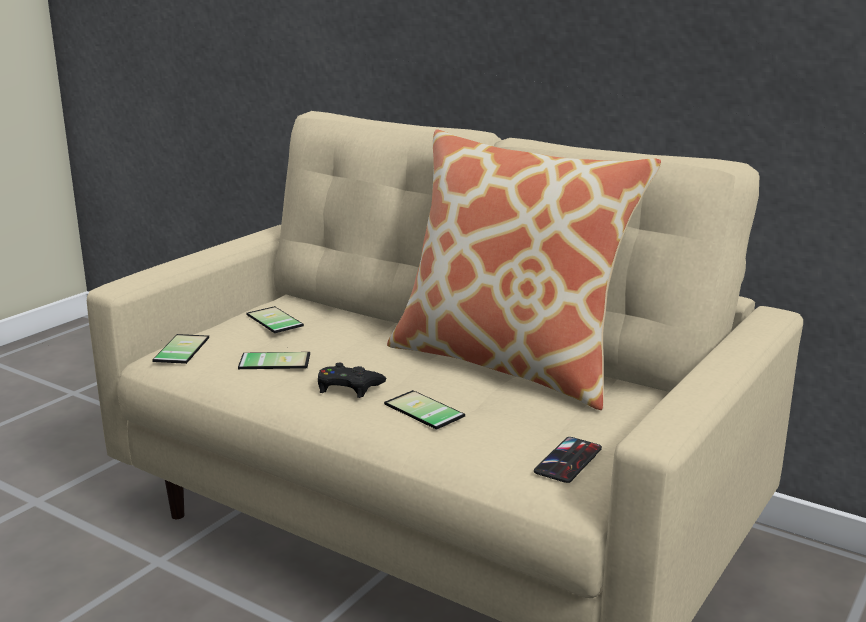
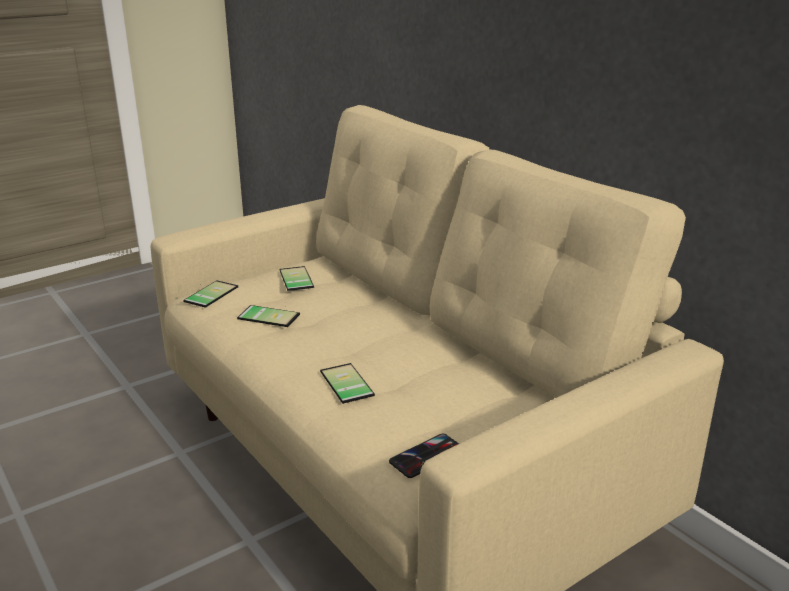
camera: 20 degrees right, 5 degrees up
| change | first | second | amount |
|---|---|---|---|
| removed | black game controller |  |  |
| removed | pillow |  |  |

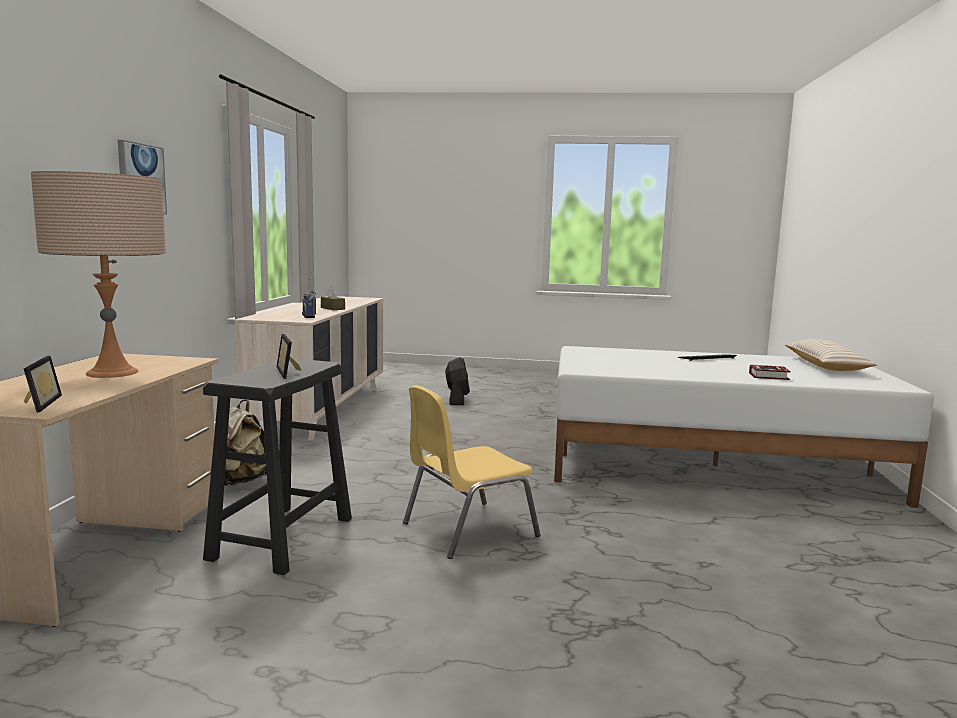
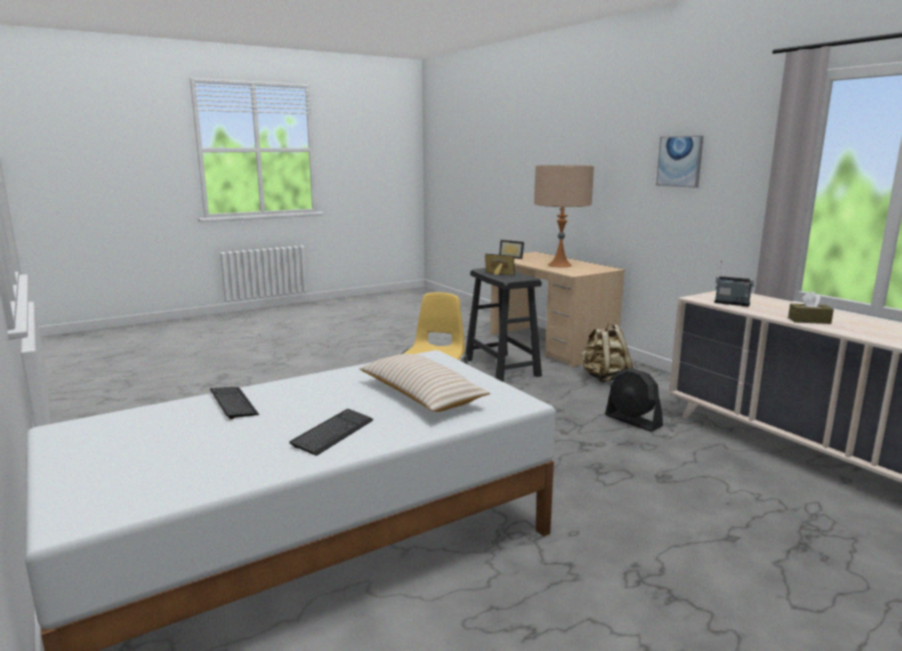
camera: 140 degrees right, 5 degrees up
| change | first | second | amount |
|---|---|---|---|
| moved | black fan |  |  |
| replaced | book | keyboard (1st from left) |  |
| moved | beige pillow |  |  |

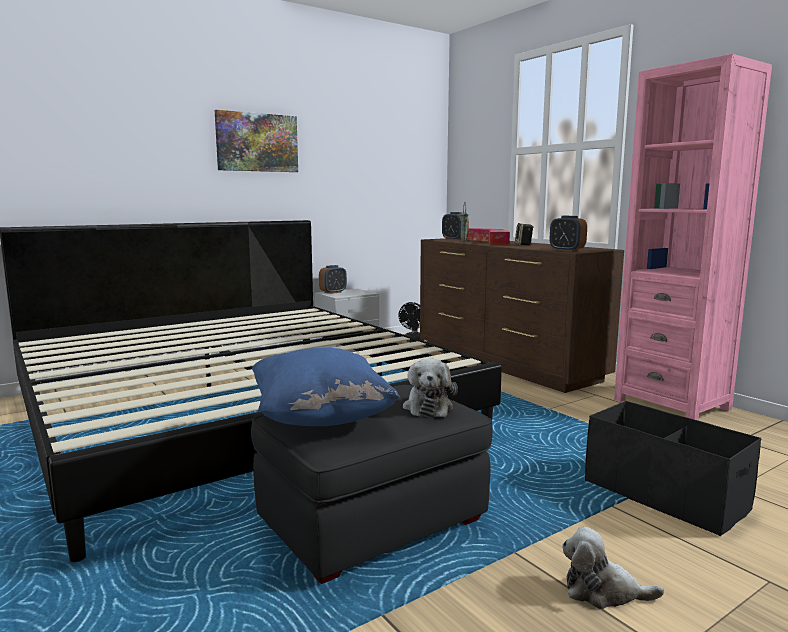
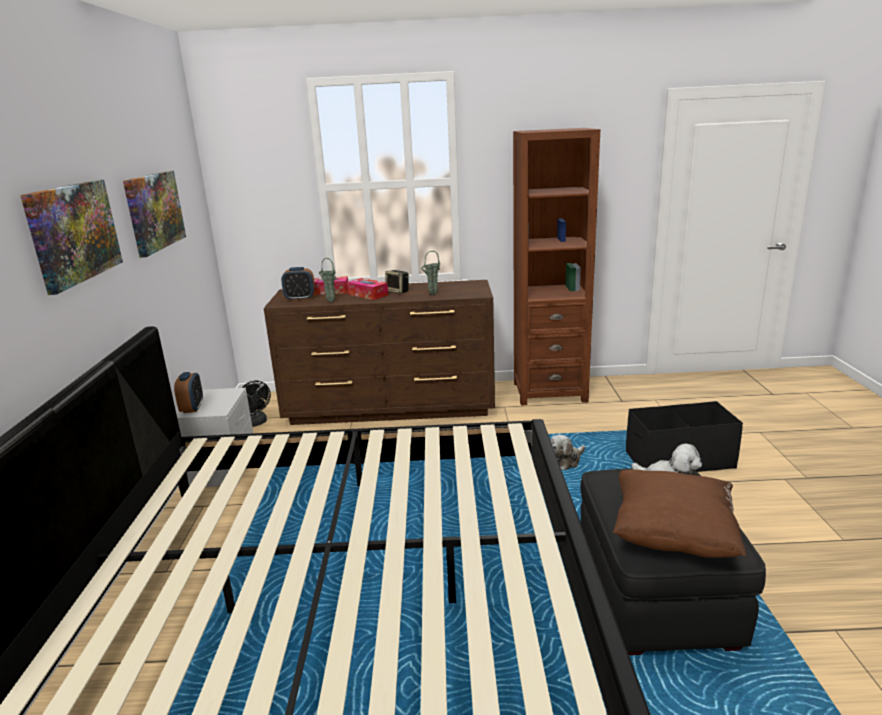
camera: 55 degrees left, 10 degrees up
| change | first | second | amount |
|---|---|---|---|
| recoloured | blue pillow | brown pillow |  |
| removed | alarm clock (3rd from left) |  |  |
| moved | plush toy (2nd from left in the first image) | plush toy (1st from left) |  |
| recoloured | pink bookcase | brown bookcase |  |
| added |  | picture (2nd from left) |  |
| added |  | green vase (2nd from left) |  |

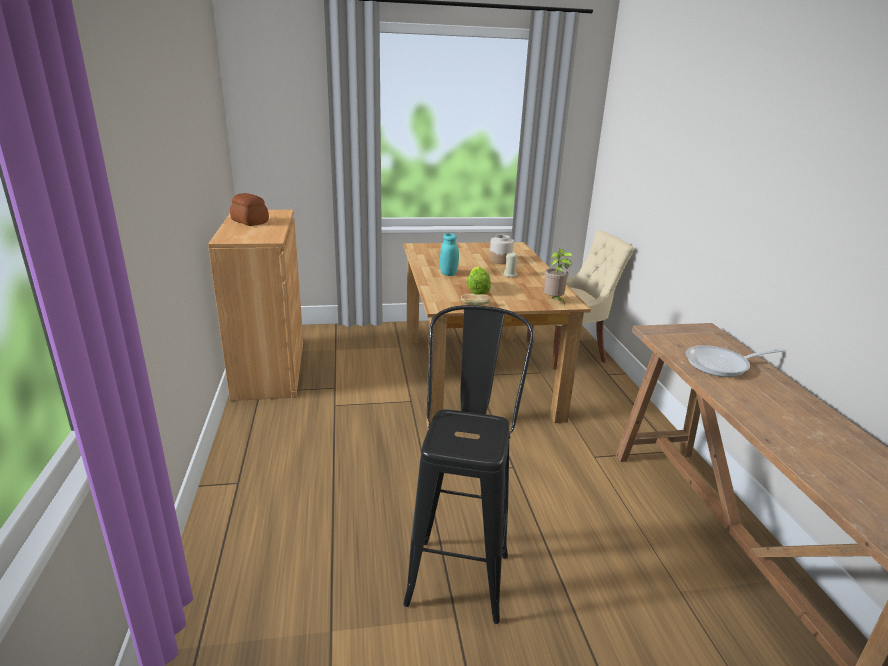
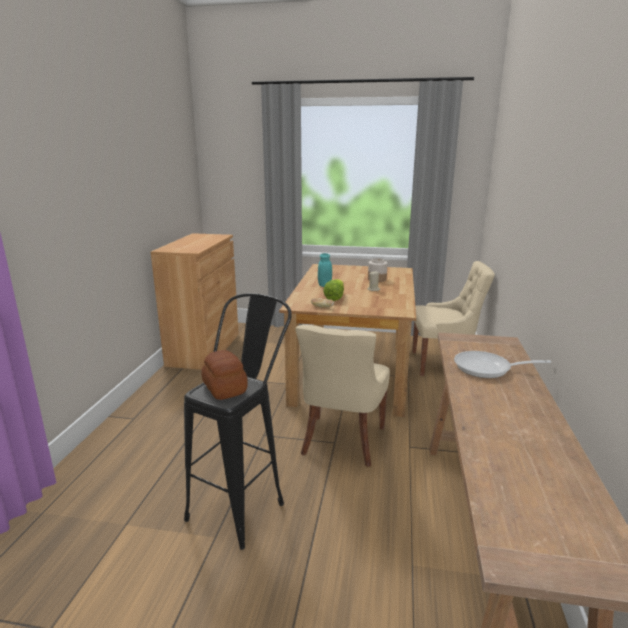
camera: 20 degrees right, 5 degrees down
| change | first | second | amount |
|---|---|---|---|
| moved | bread (1st from left) |  |  |
| removed | potted plant |  |  |
| added |  | beige chair (1st from left) |  |

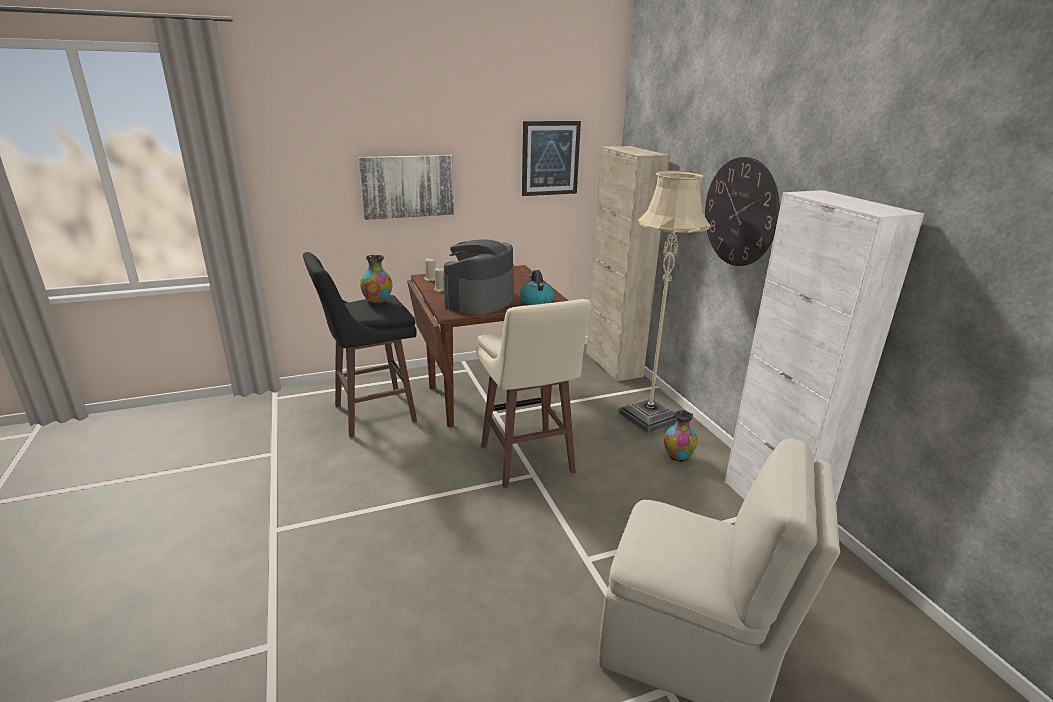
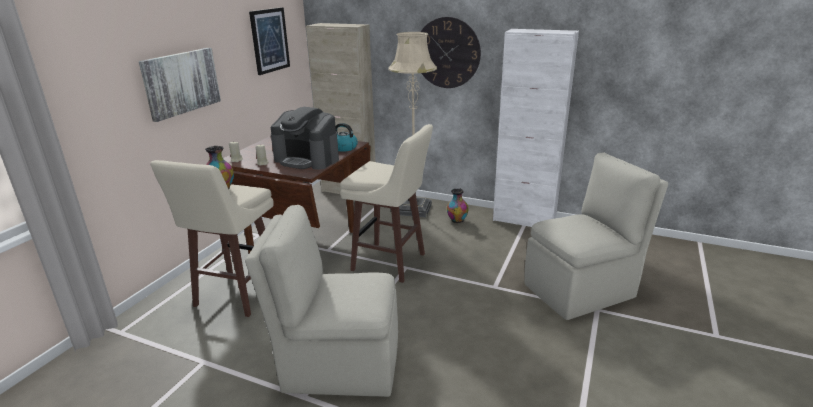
camera: 45 degrees left, 0 degrees up
| change | first | second | amount |
|---|---|---|---|
| recoloured | black stool | beige stool (1st from left) |  |
| turned | coffee machine |  | 45 degrees counterclockwise |
| added |  | beige chair (1st from left) |  |

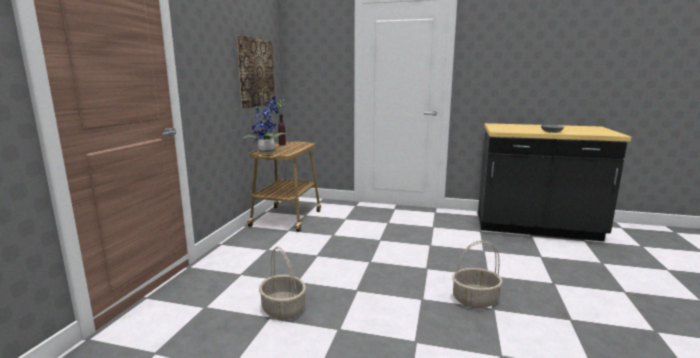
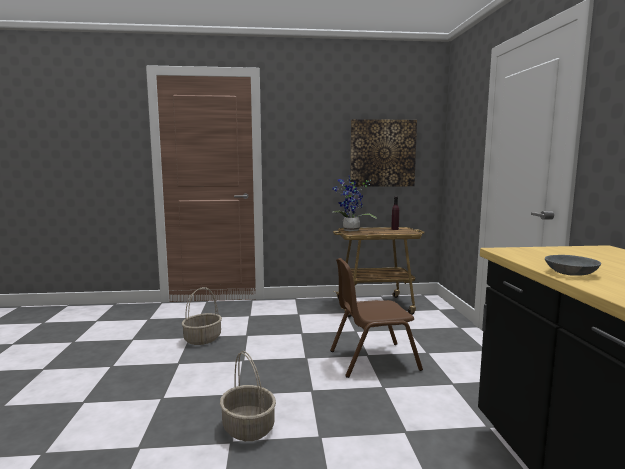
camera: 70 degrees right, 5 degrees down
| change | first | second | amount |
|---|---|---|---|
| added |  | brown chair |  |

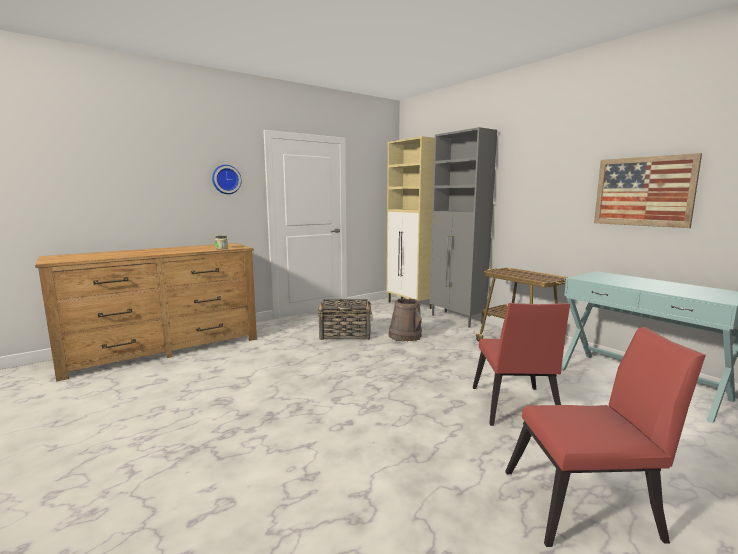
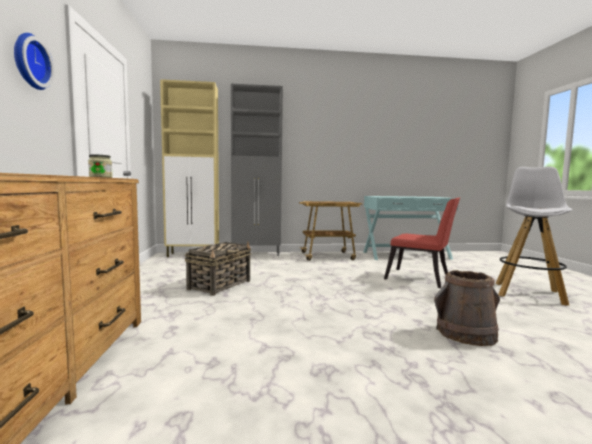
camera: 60 degrees left, 5 degrees down
| change | first | second | amount |
|---|---|---|---|
| moved | brown bucket |  |  |
| replaced | red chair (2nd from left) | white stool |  |
| removed | picture |  |  |

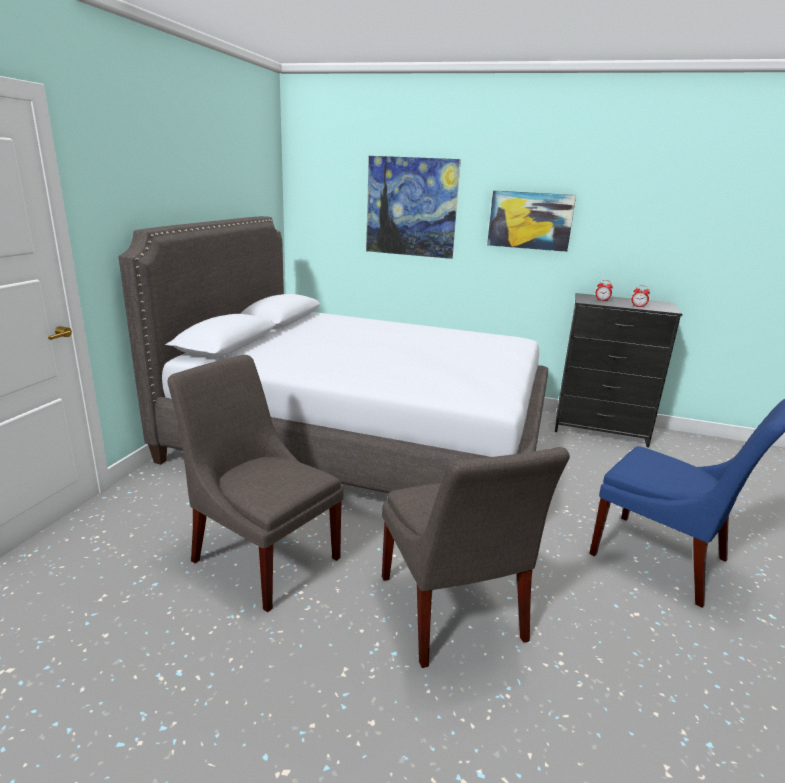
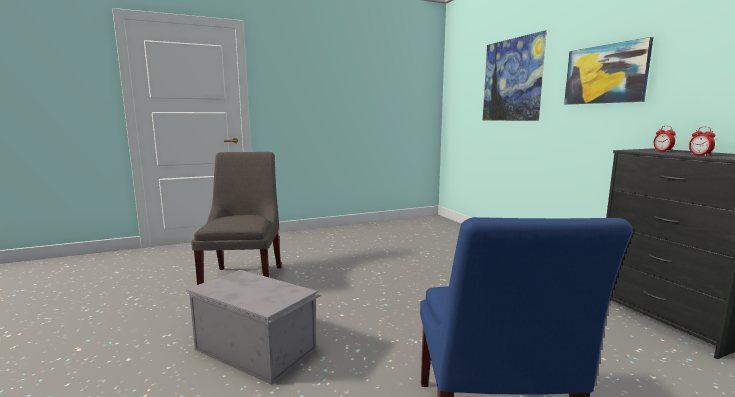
camera: 50 degrees right, 10 degrees down
| change | first | second | amount |
|---|---|---|---|
| removed | grey bed |  |  |
| replaced | grey chair (2nd from left) | grey storage box |  |

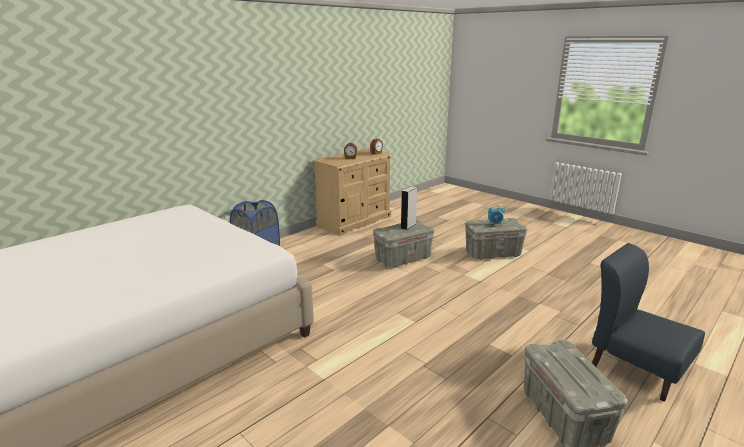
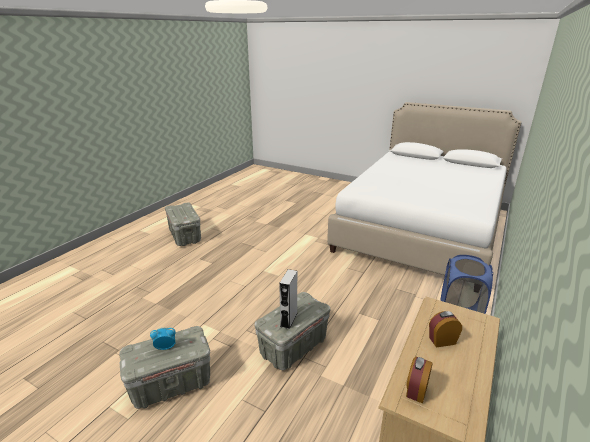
camera: 165 degrees right, 5 degrees up
| change | first | second | amount |
|---|---|---|---|
| removed | blue chair |  |  |

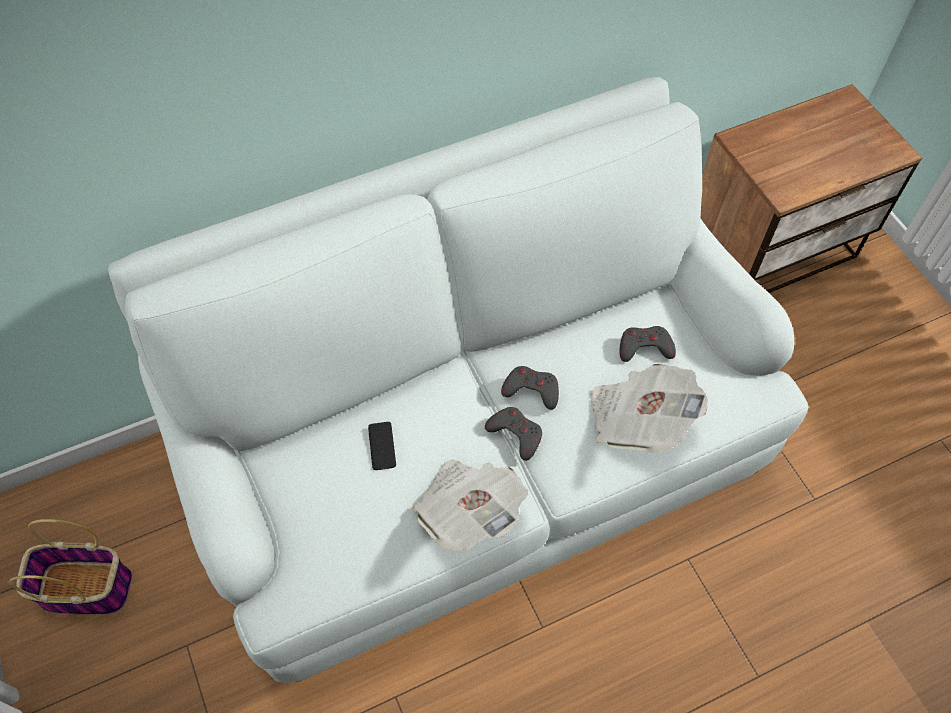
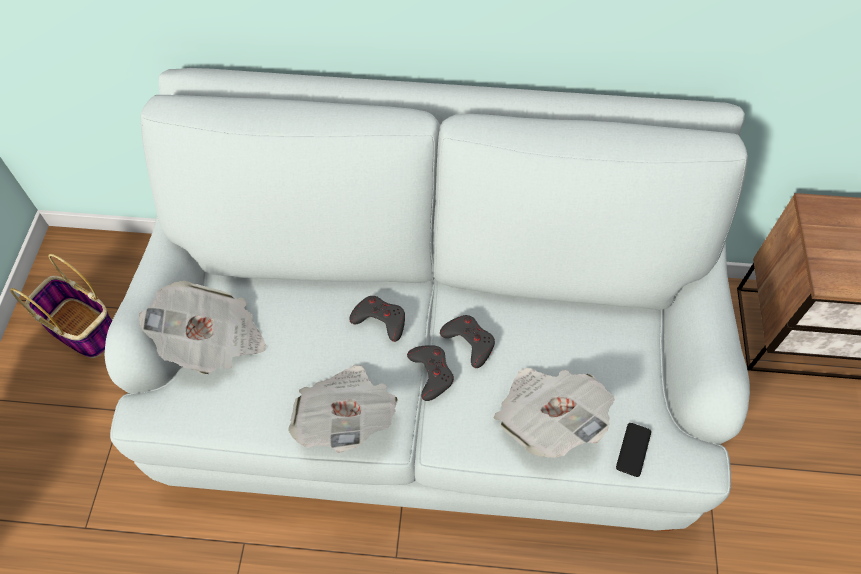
camera: 30 degrees right, 0 degrees up
| change | first | second | amount |
|---|---|---|---|
| moved | phone |  |  |
| moved | grey game controller (3rd from left in the first image) | grey game controller (1st from left) |  |
| added |  | newspaper (1st from left) |  |

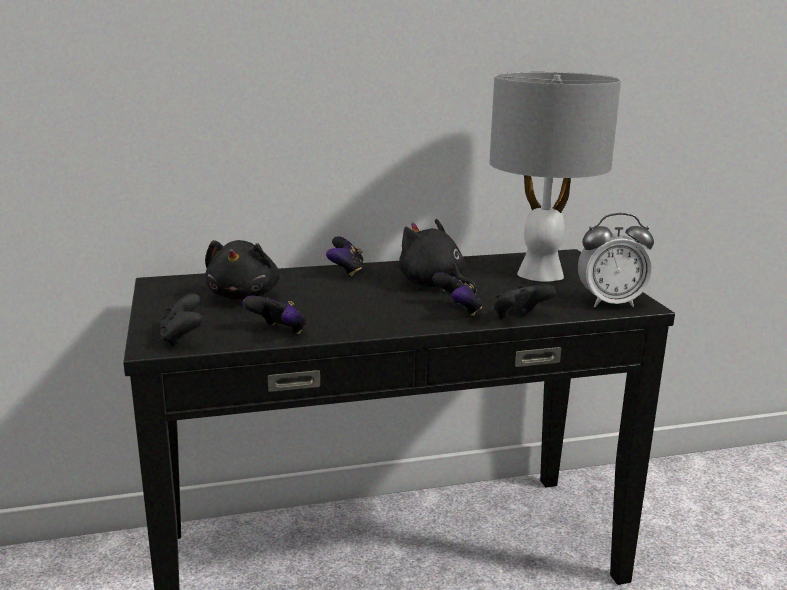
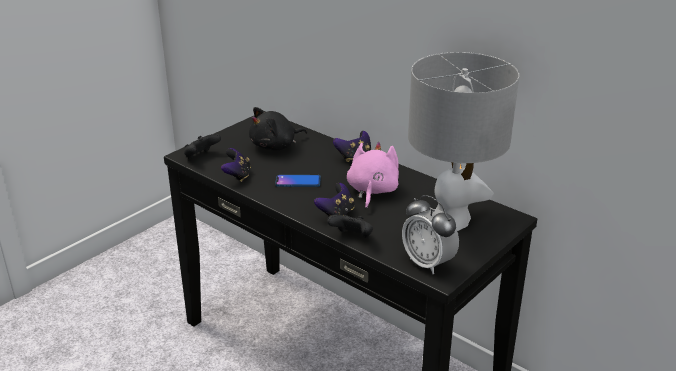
camera: 55 degrees right, 10 degrees up
| change | first | second | amount |
|---|---|---|---|
| recoloured | black plush toy (2nd from left) | pink plush toy |  |
| added |  | phone |  |

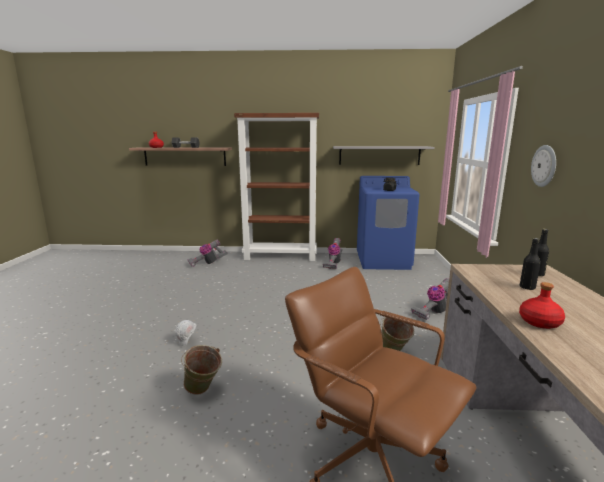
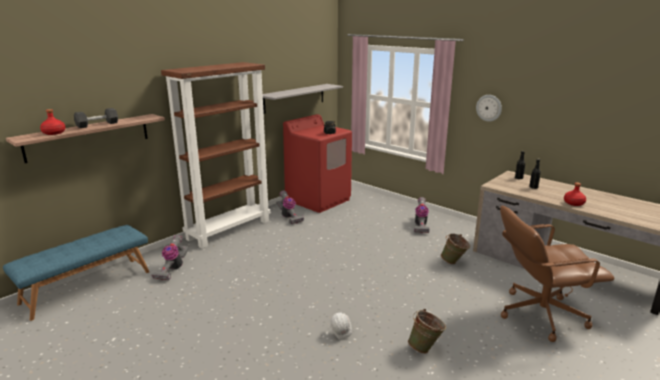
camera: 50 degrees left, 5 degrees up
| change | first | second | amount |
|---|---|---|---|
| recoloured | blue washing machine | red washing machine |  |
| added |  | blue bench |  |

